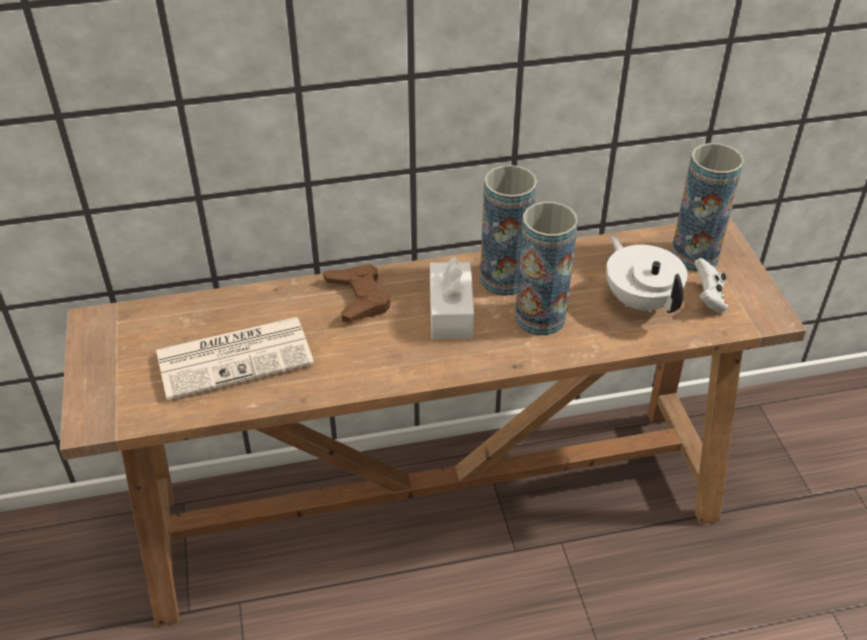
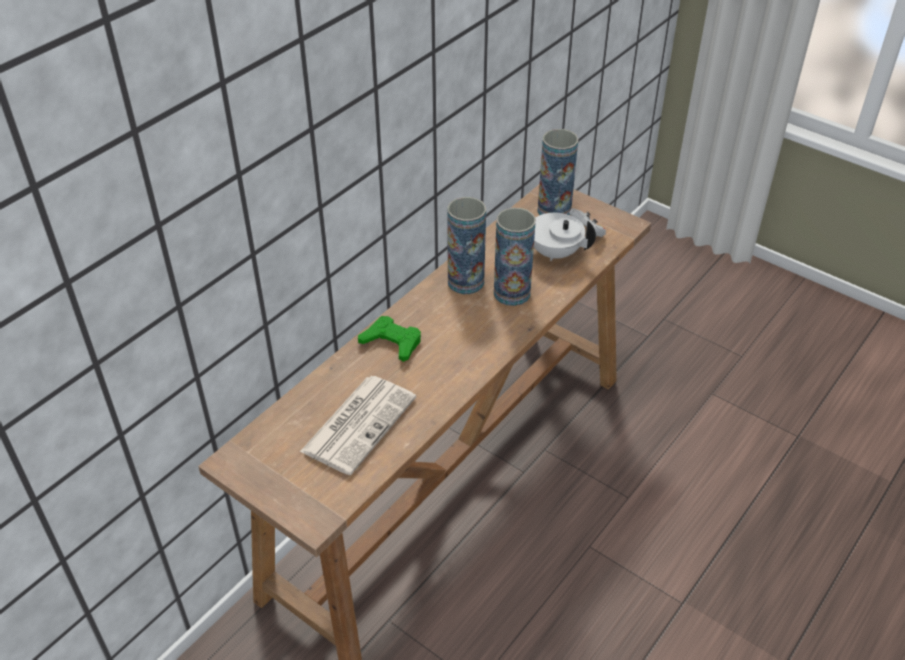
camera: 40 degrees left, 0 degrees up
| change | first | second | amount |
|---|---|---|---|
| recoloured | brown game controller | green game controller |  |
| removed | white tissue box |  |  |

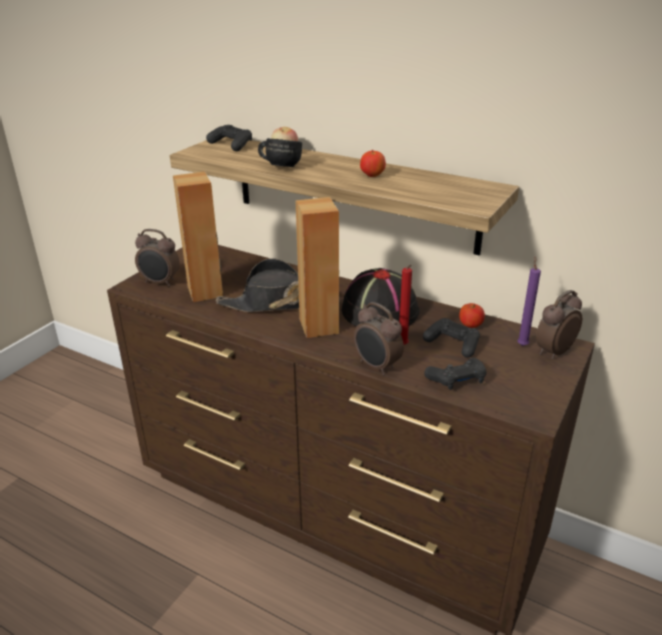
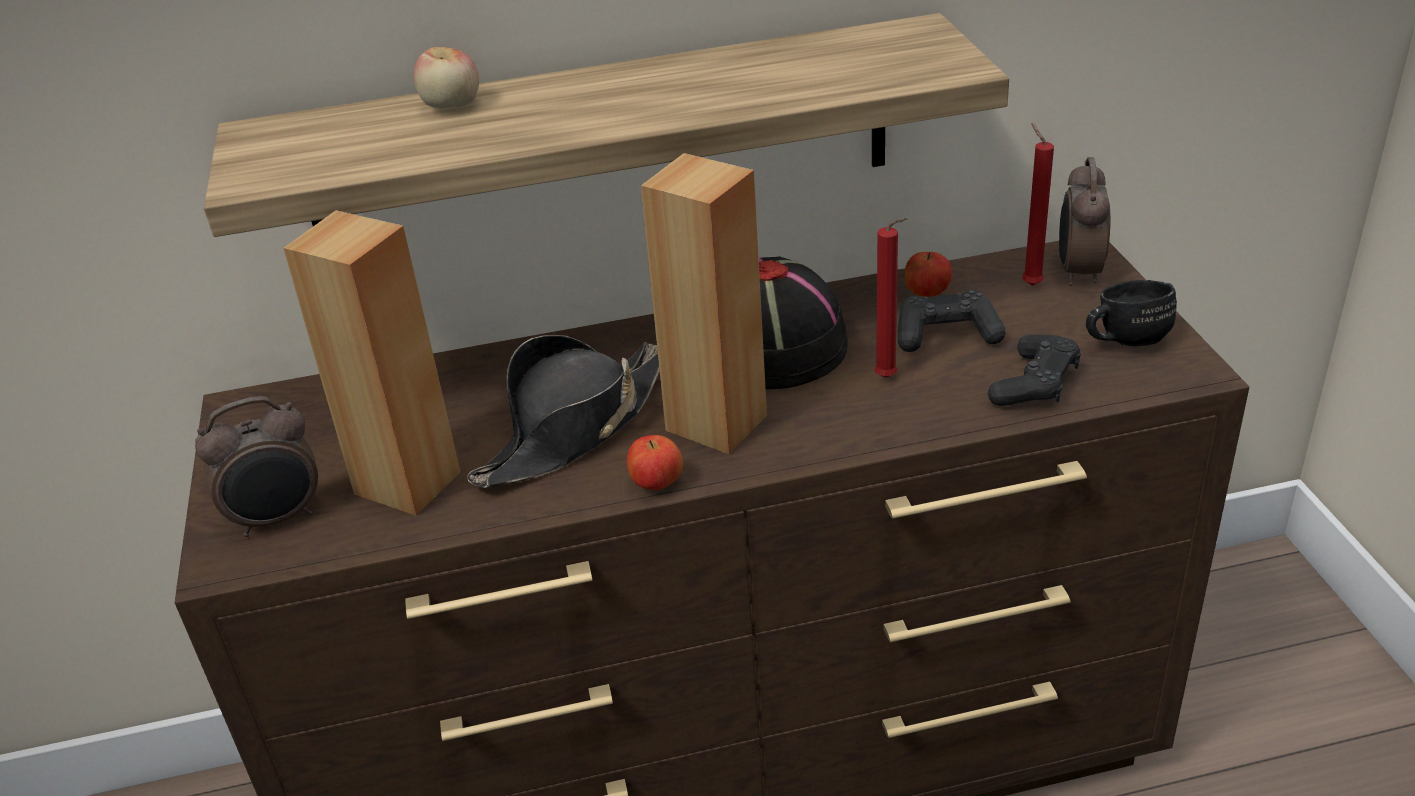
camera: 40 degrees left, 5 degrees up
| change | first | second | amount |
|---|---|---|---|
| removed | black game controller (1st from left) |  |  |
| moved | black mug |  |  |
| removed | alarm clock (2nd from left) |  |  |
| moved | apple (2nd from left) |  |  |
| recoloured | purple candle | red candle (2nd from left) |  |

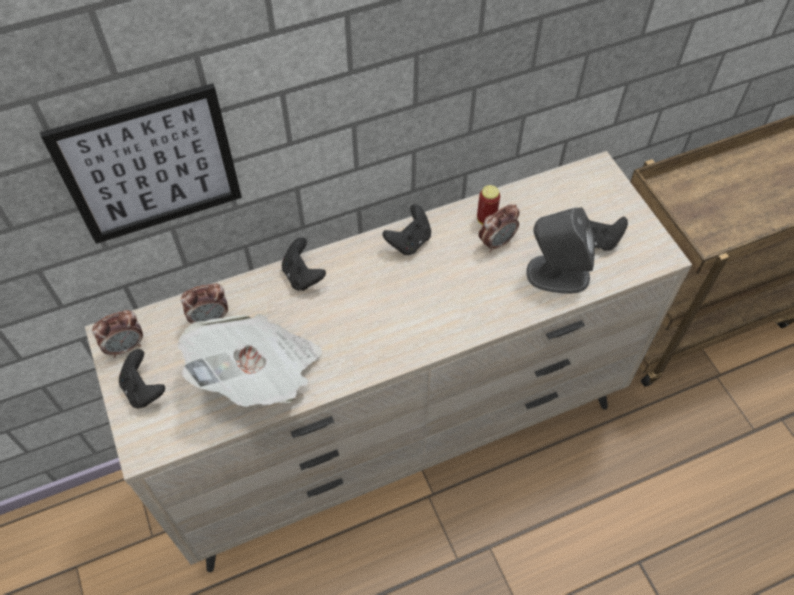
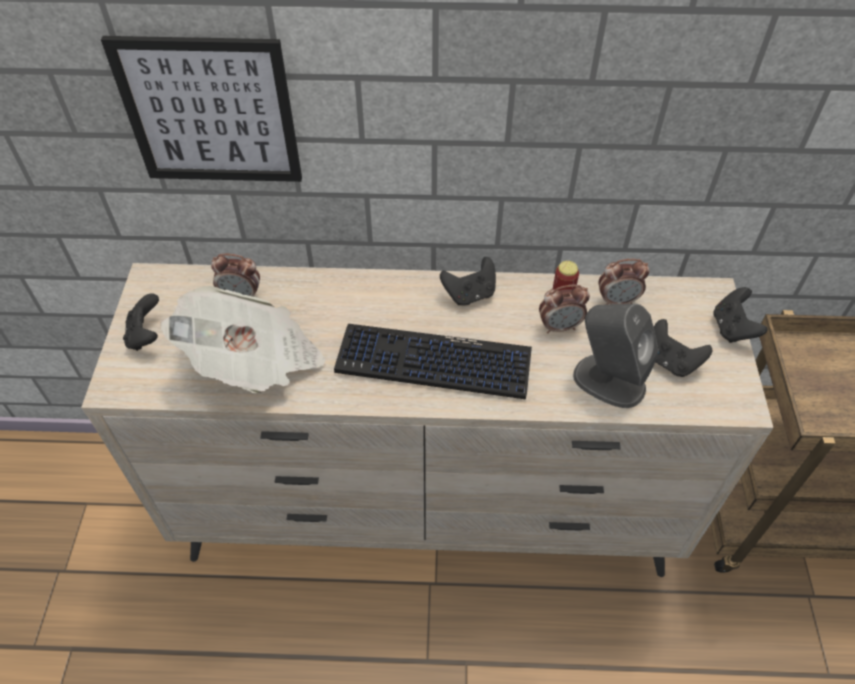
camera: 25 degrees right, 5 degrees down
| change | first | second | amount |
|---|---|---|---|
| moved | alarm clock (1st from left in the first image) | alarm clock (3rd from left) |  |
| moved | black game controller (2nd from left in the first image) | black game controller (4th from left) |  |
| added |  | keyboard |  |

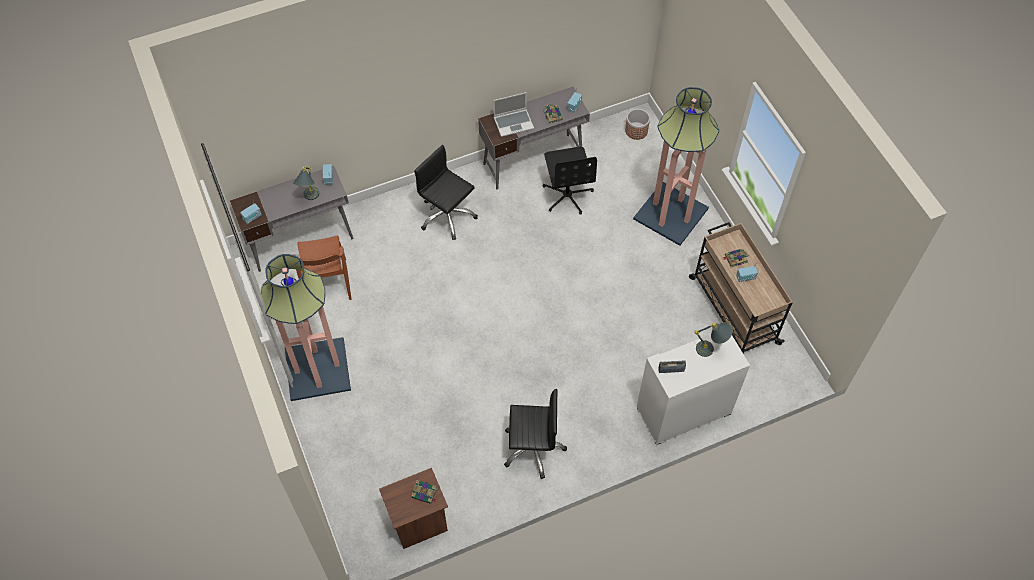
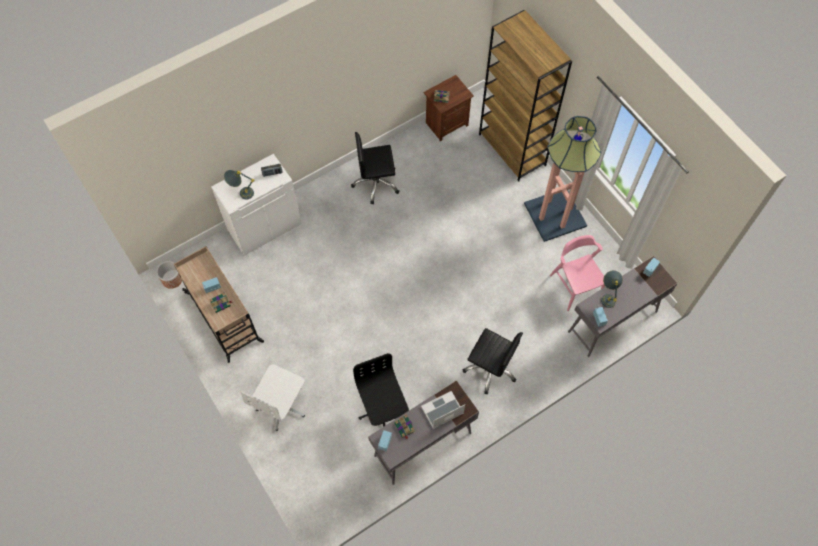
camera: 170 degrees right, 5 degrees up
| change | first | second | amount |
|---|---|---|---|
| recoloured | brown chair | pink chair |  |
| moved | planter |  |  |
| replaced | floor lamp (2nd from left) | white office chair |  |
| added |  | brown bookcase |  |

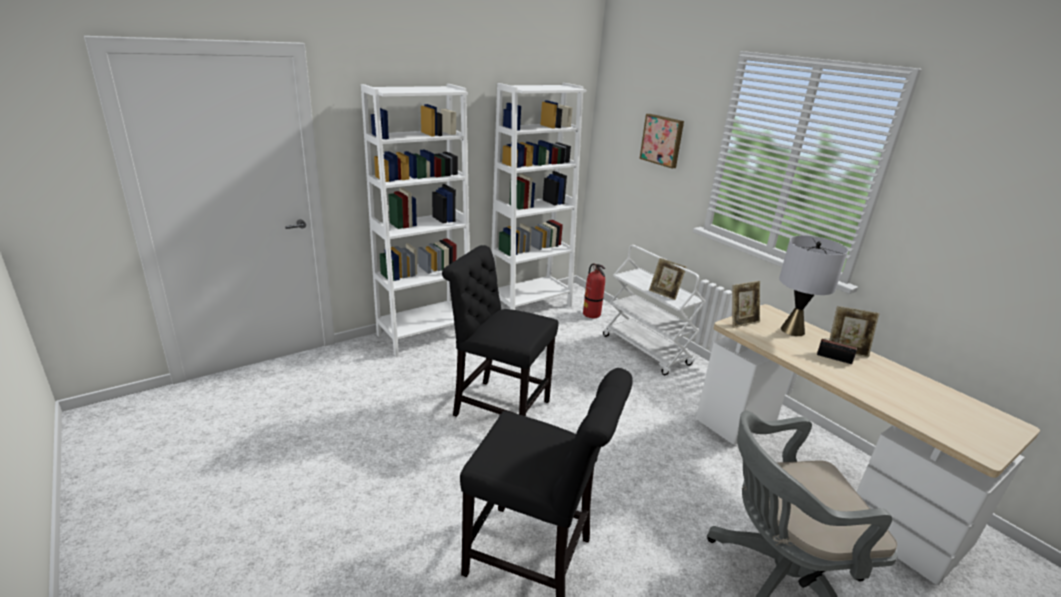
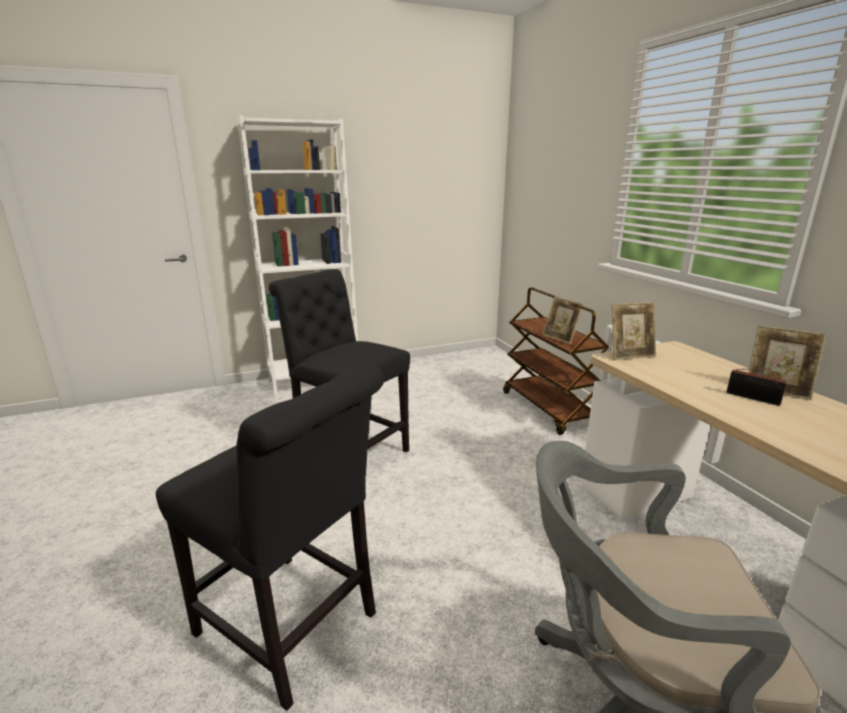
camera: 15 degrees right, 5 degrees down
| change | first | second | amount |
|---|---|---|---|
| removed | white bookcase (2nd from left) |  |  |
| removed | fire extinguisher |  |  |
| recoloured | white cart | brown cart |  |
| removed | picture |  |  |
| removed | grey table lamp |  |  |

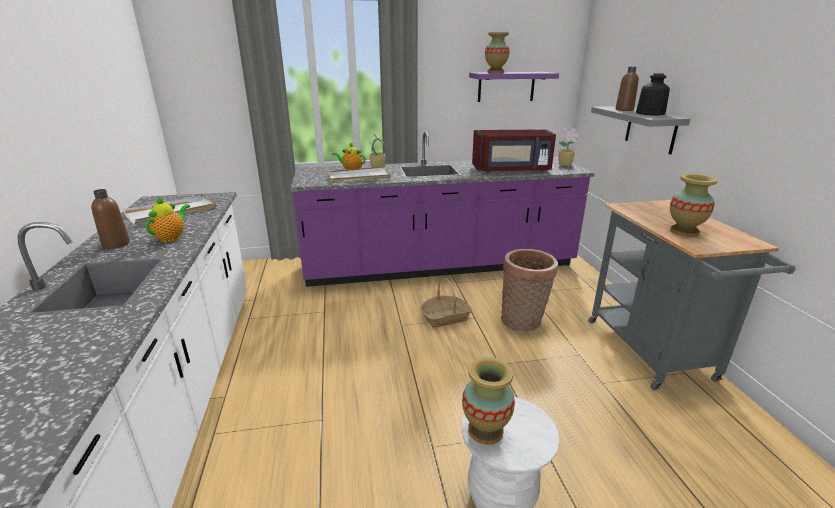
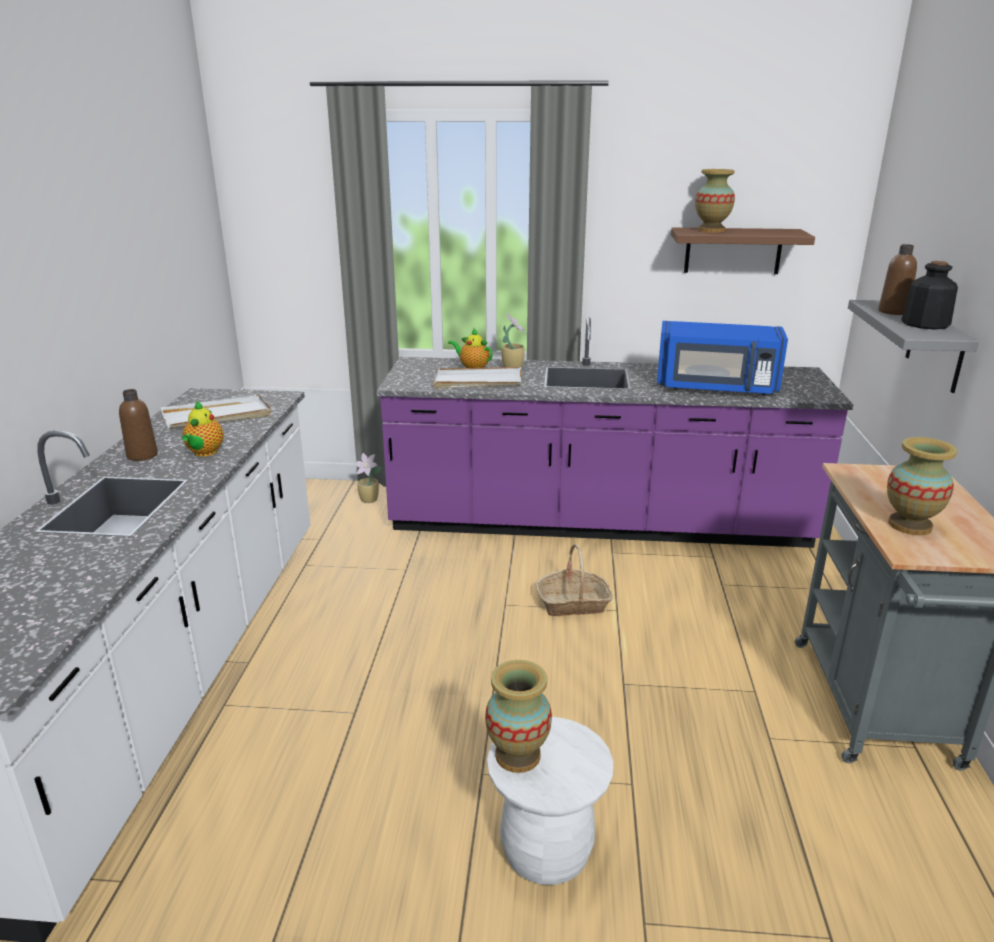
camera: 15 degrees right, 0 degrees up
| change | first | second | amount |
|---|---|---|---|
| turned | teapot (1st from left) |  | 150 degrees clockwise |
| recoloured | purple shelf | brown shelf |  |
| recoloured | red microwave | blue microwave |  |
| removed | basket (2nd from left) |  |  |
| moved | potted plant (2nd from left in the first image) | potted plant (1st from left) |  |

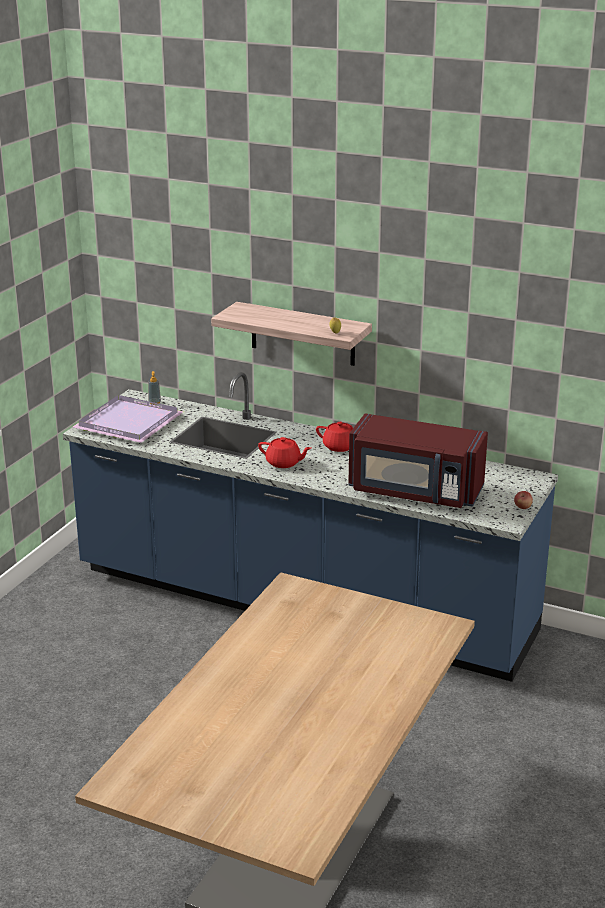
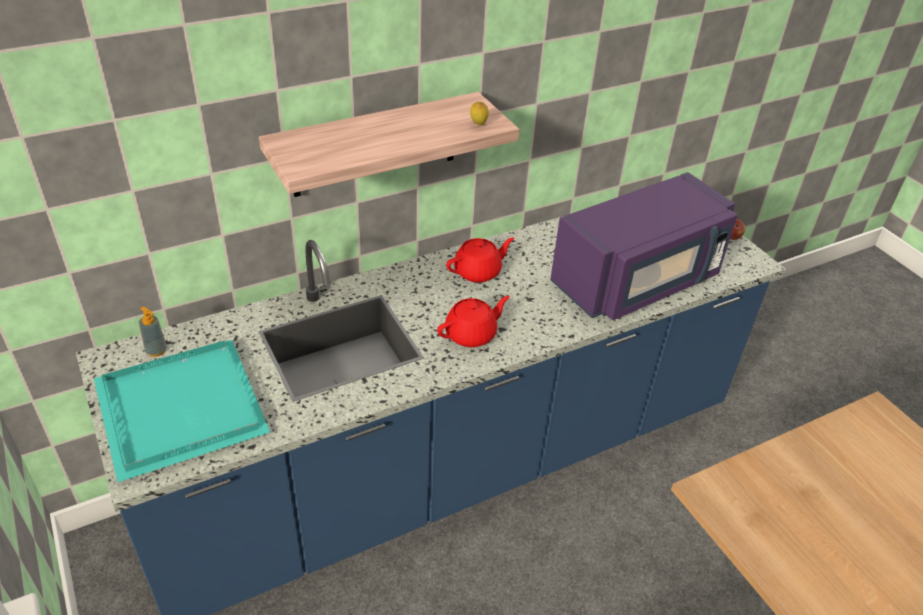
camera: 55 degrees left, 15 degrees up
| change | first | second | amount |
|---|---|---|---|
| recoloured | purple tray | turquoise tray |  |
| recoloured | red microwave | purple microwave |  |

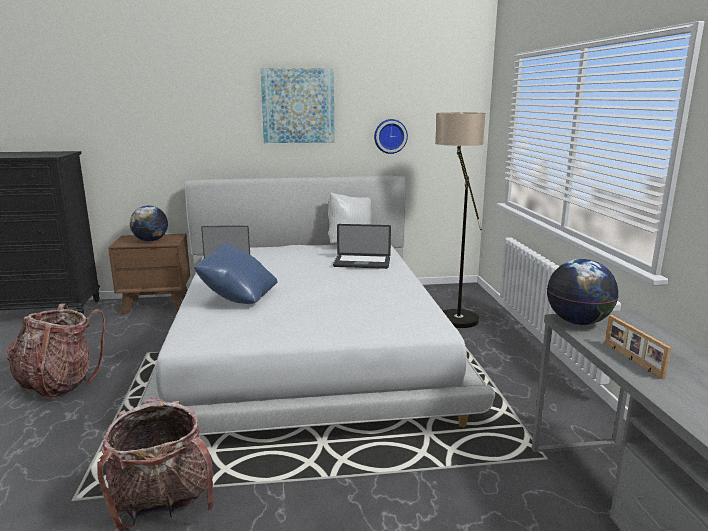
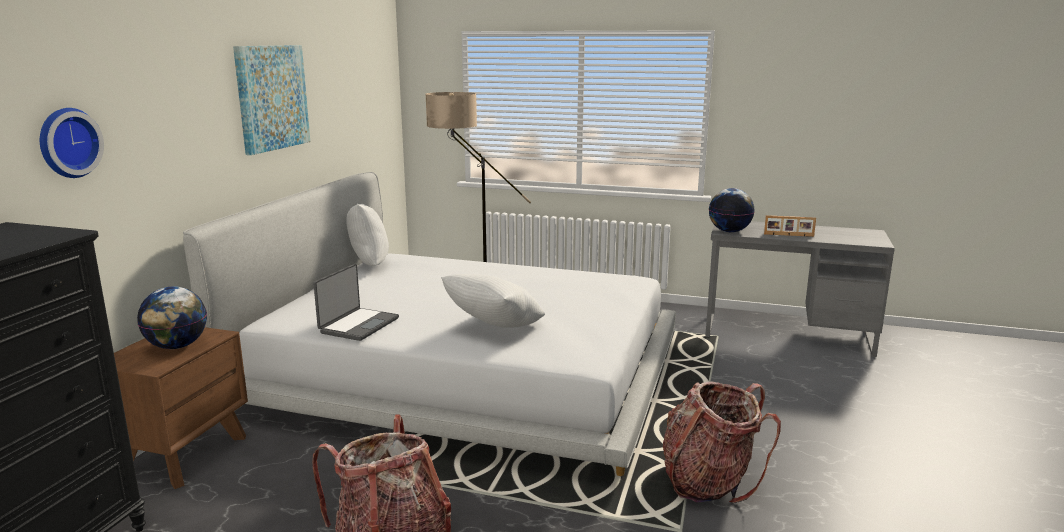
camera: 65 degrees left, 0 degrees up
| change | first | second | amount |
|---|---|---|---|
| recoloured | blue pillow | white pillow (2nd from left) |  |
| removed | laptop (2nd from left) |  |  |
| moved | wall clock |  |  |

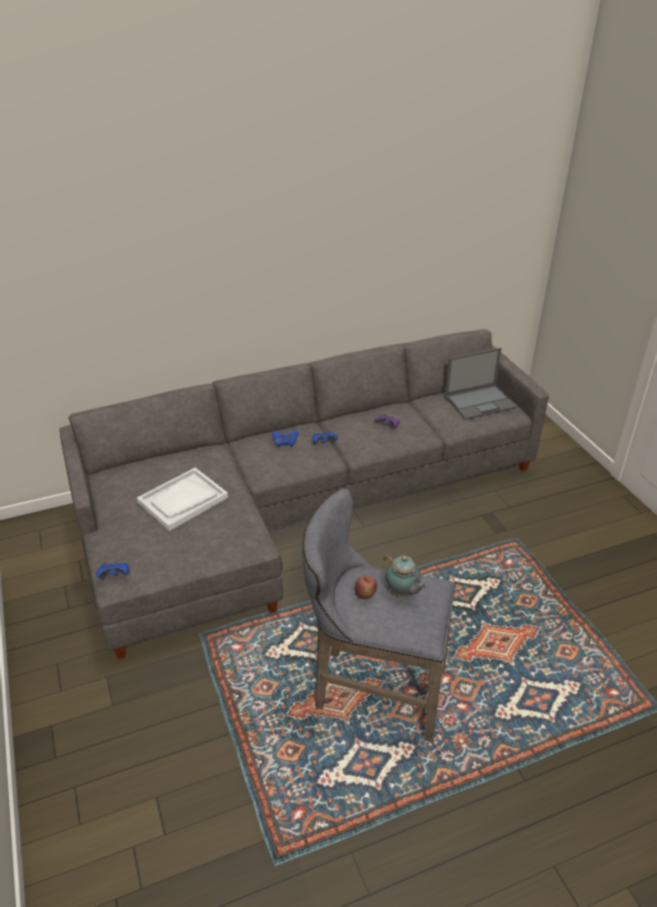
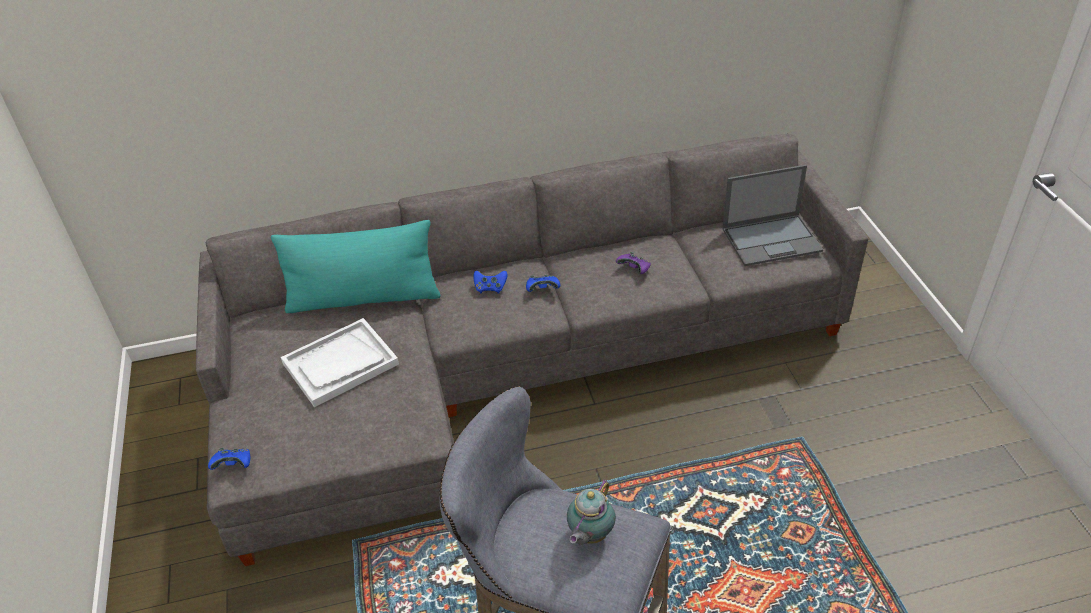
camera: 10 degrees right, 5 degrees up
| change | first | second | amount |
|---|---|---|---|
| removed | apple |  |  |
| turned | teapot |  | 60 degrees clockwise |
| added |  | turquoise pillow |  |

